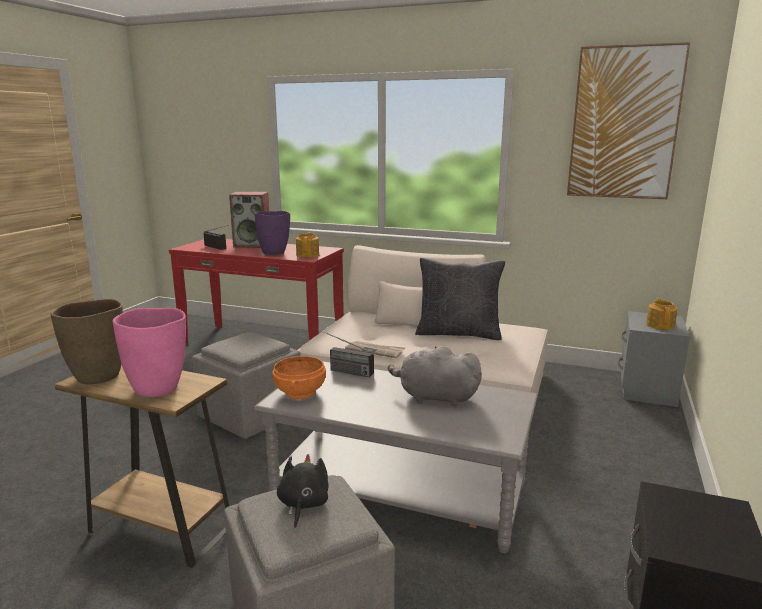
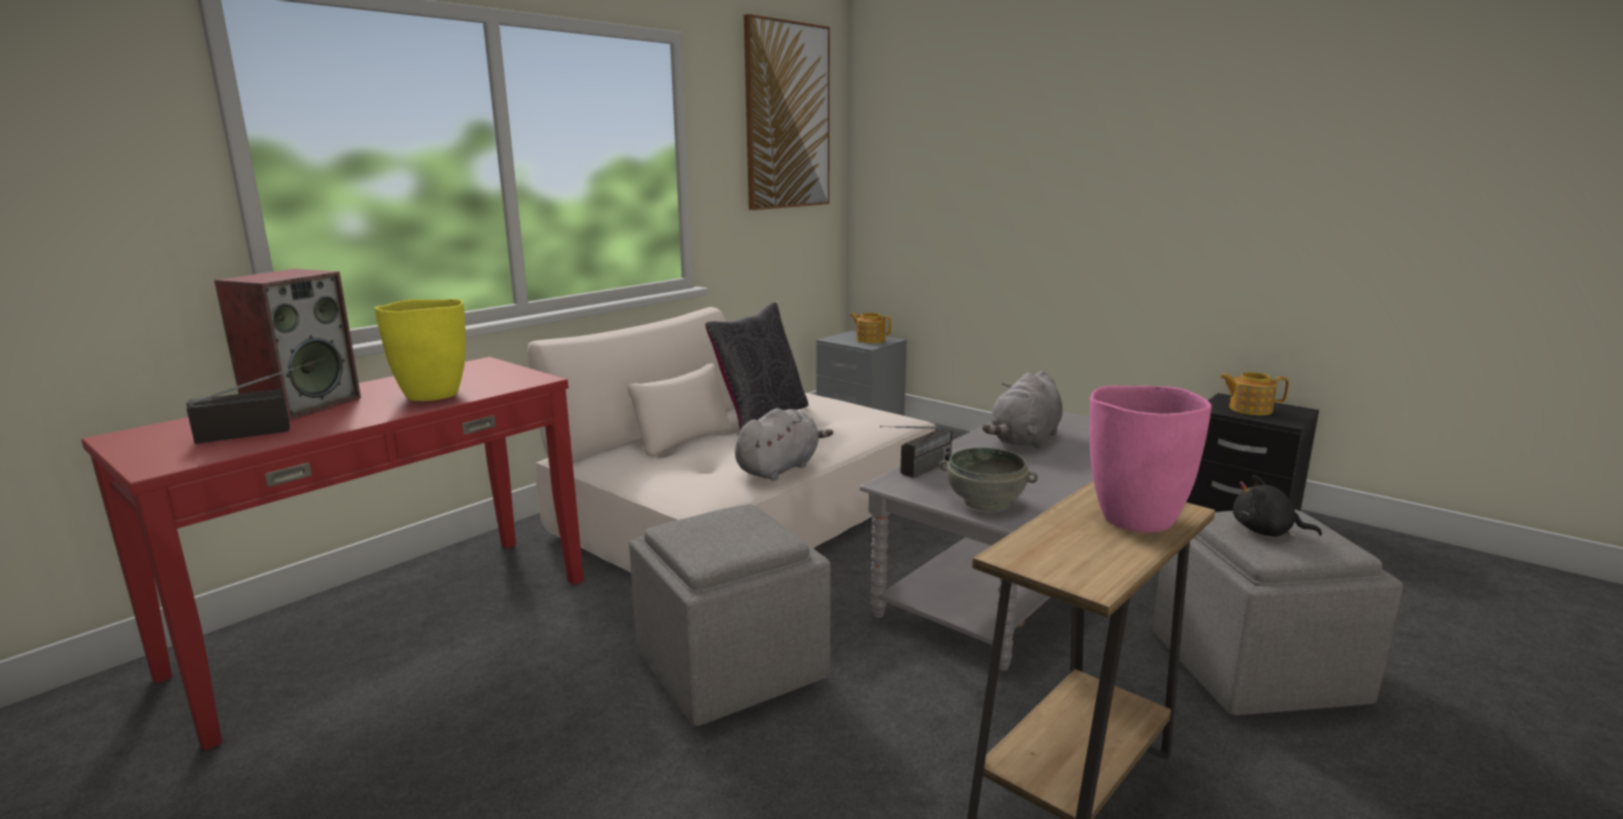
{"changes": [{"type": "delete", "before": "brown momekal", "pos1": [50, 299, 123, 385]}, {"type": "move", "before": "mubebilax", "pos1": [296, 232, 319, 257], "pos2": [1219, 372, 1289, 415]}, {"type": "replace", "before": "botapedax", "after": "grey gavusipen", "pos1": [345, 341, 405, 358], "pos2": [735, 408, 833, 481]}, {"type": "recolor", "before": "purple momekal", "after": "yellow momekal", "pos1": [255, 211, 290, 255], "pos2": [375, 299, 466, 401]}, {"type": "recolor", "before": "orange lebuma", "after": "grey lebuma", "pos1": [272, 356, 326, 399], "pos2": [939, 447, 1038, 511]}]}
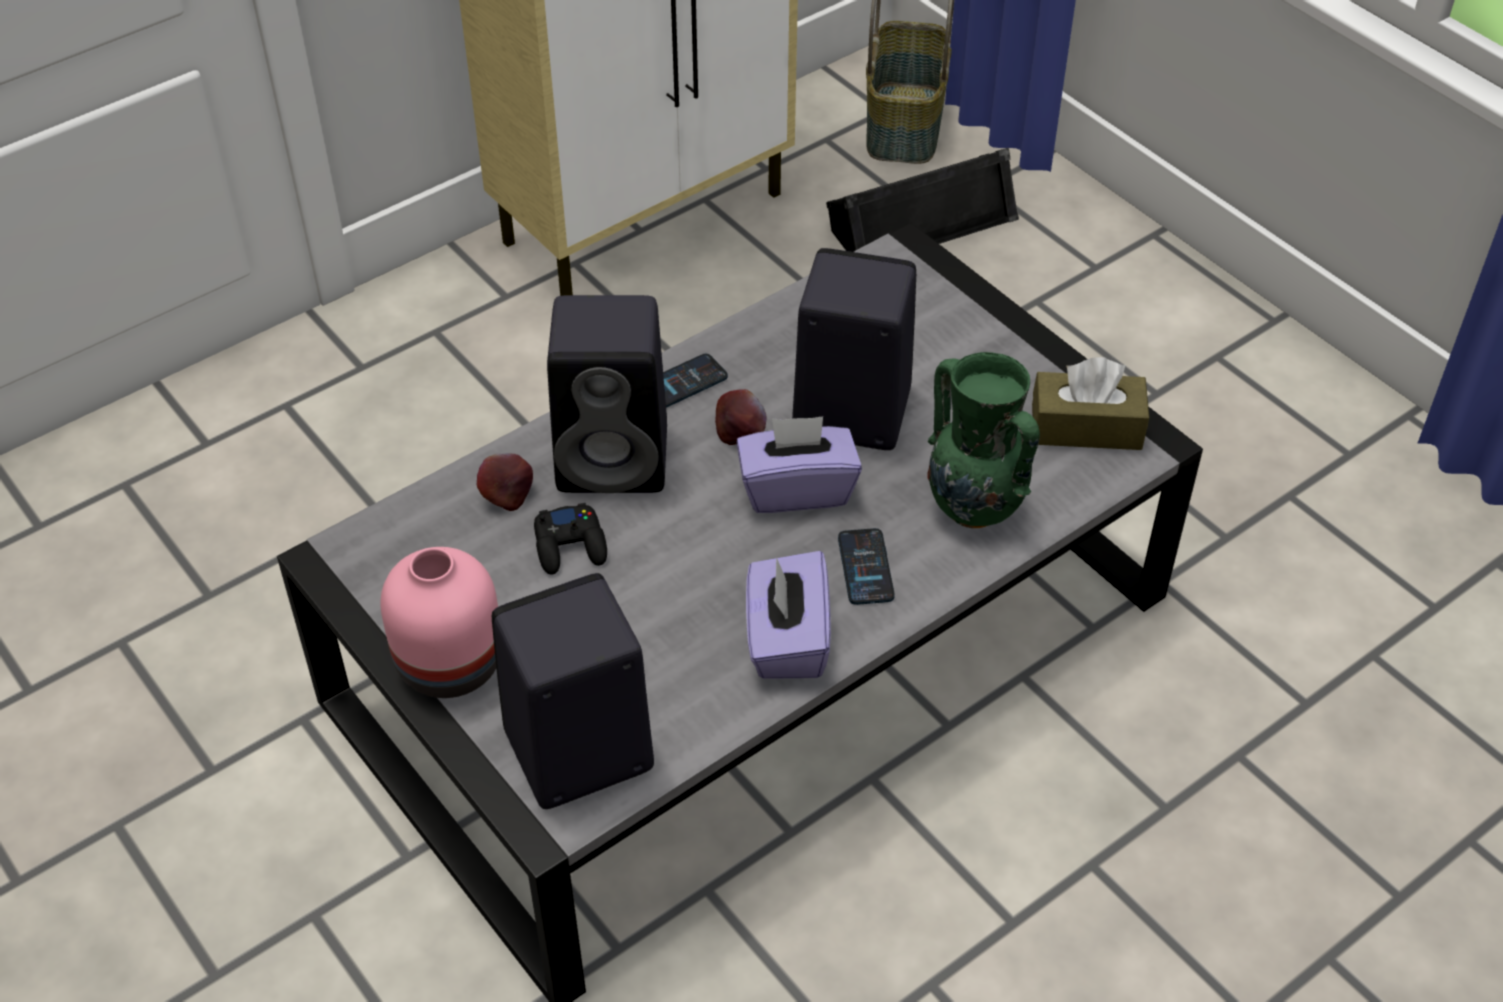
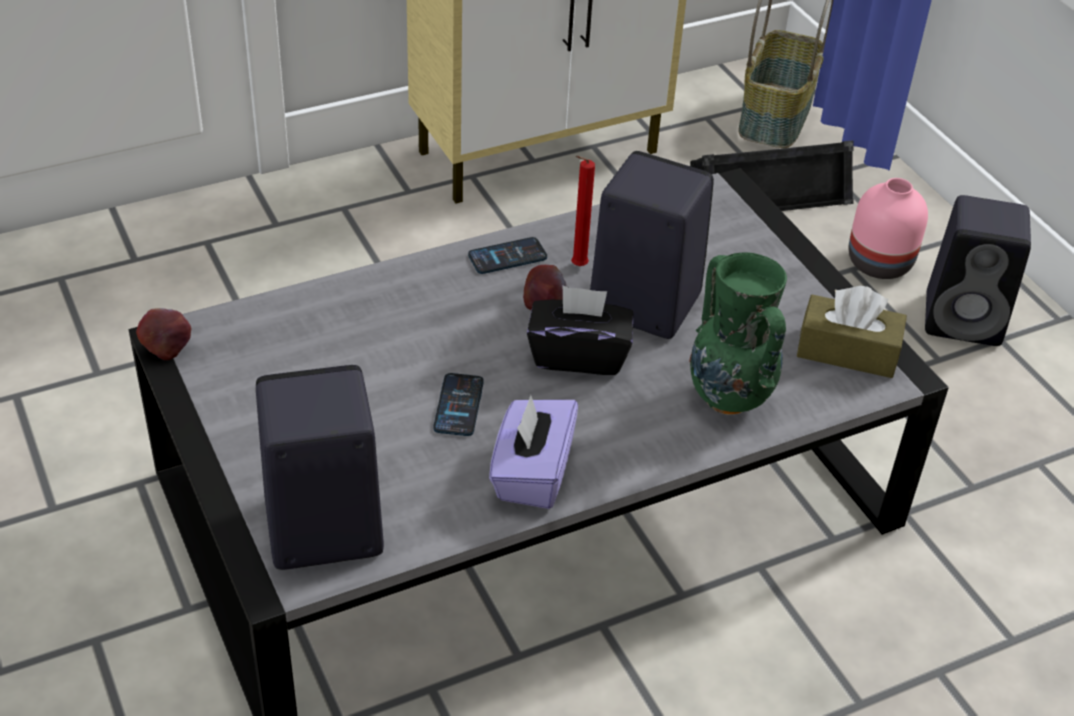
{"changes": [{"type": "delete", "before": "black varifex", "pos1": [534, 503, 607, 575]}, {"type": "insert", "after": "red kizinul", "pos2": [571, 156, 595, 266]}, {"type": "move", "before": "pink momekal", "pos1": [380, 547, 498, 698], "pos2": [849, 178, 928, 279]}, {"type": "move", "before": "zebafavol", "pos1": [477, 453, 533, 511], "pos2": [136, 308, 191, 360]}, {"type": "move", "before": "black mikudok", "pos1": [547, 295, 667, 493], "pos2": [925, 195, 1031, 346]}, {"type": "move", "before": "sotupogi", "pos1": [838, 528, 895, 605], "pos2": [433, 373, 484, 436]}, {"type": "recolor", "before": "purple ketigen", "after": "black ketigen", "pos1": [736, 416, 862, 513], "pos2": [527, 285, 633, 375]}]}
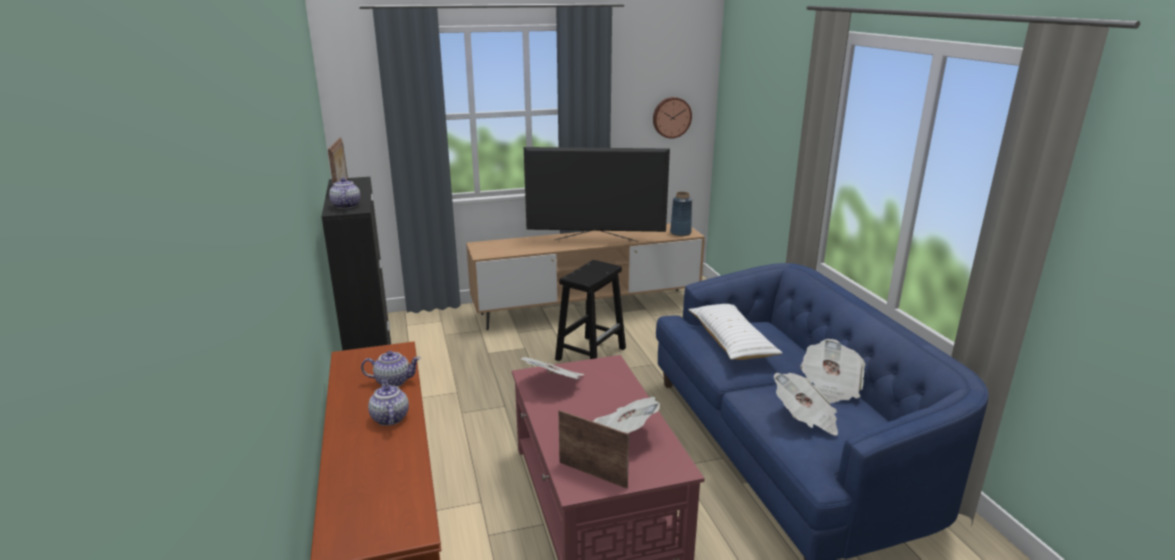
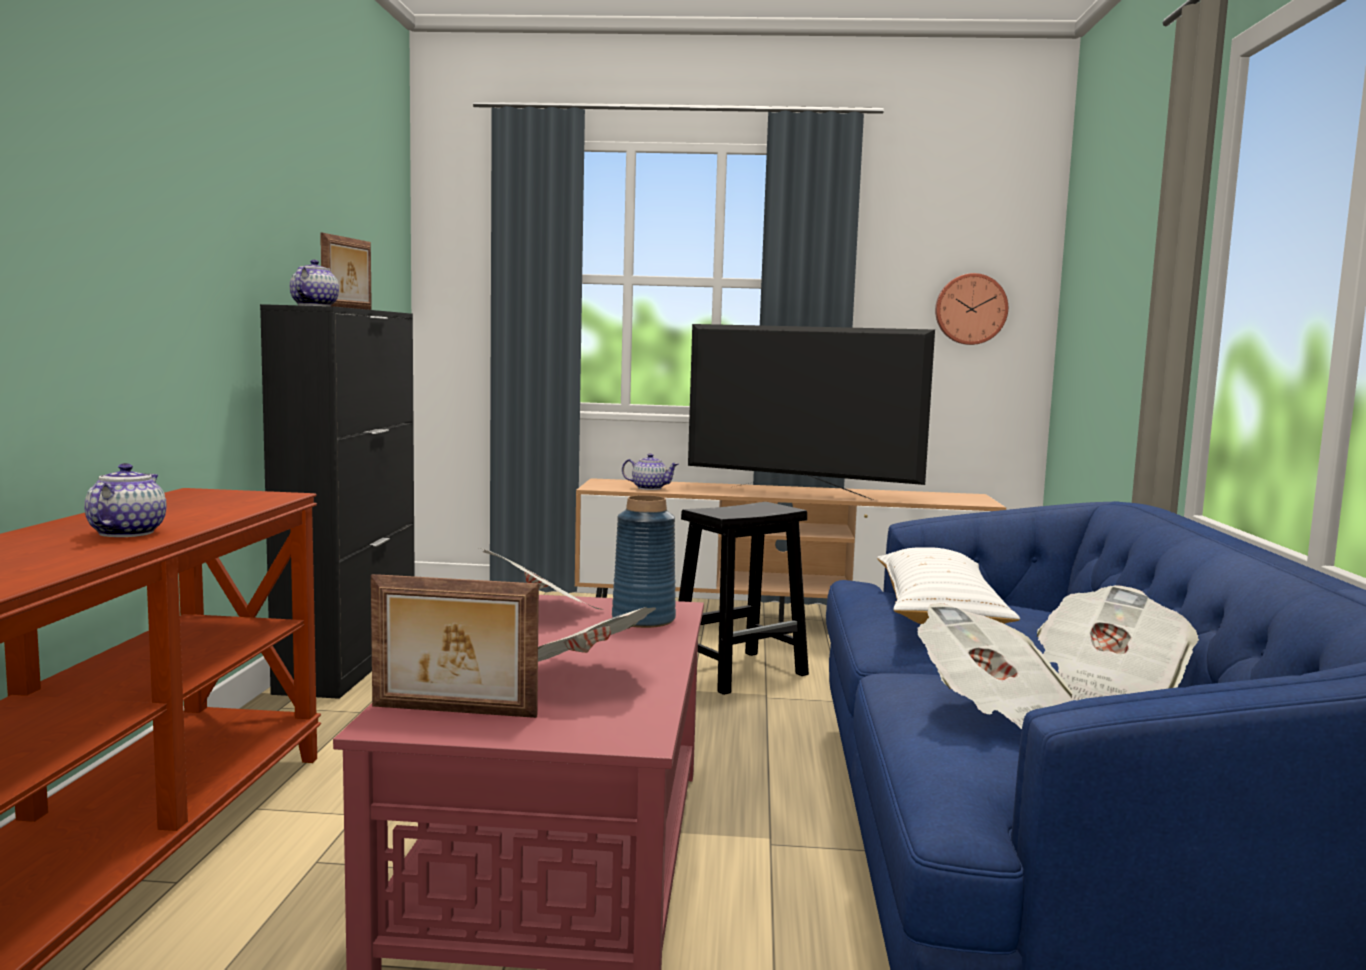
{"changes": [{"type": "move", "before": "mubebilax", "pos1": [361, 351, 421, 387], "pos2": [622, 453, 679, 490]}, {"type": "move", "before": "blue momekal", "pos1": [670, 192, 692, 236], "pos2": [612, 495, 676, 628]}, {"type": "rotate", "before": "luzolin", "pos1": [559, 410, 629, 488], "pos2": [371, 574, 539, 718], "turn": 135}]}
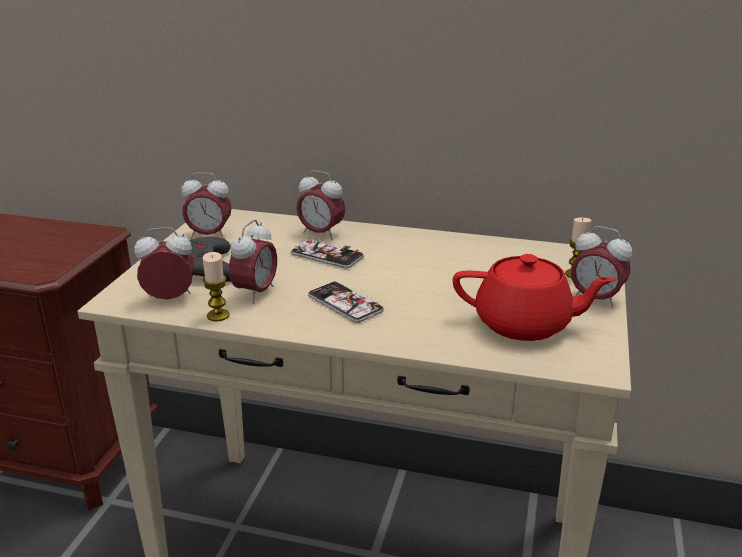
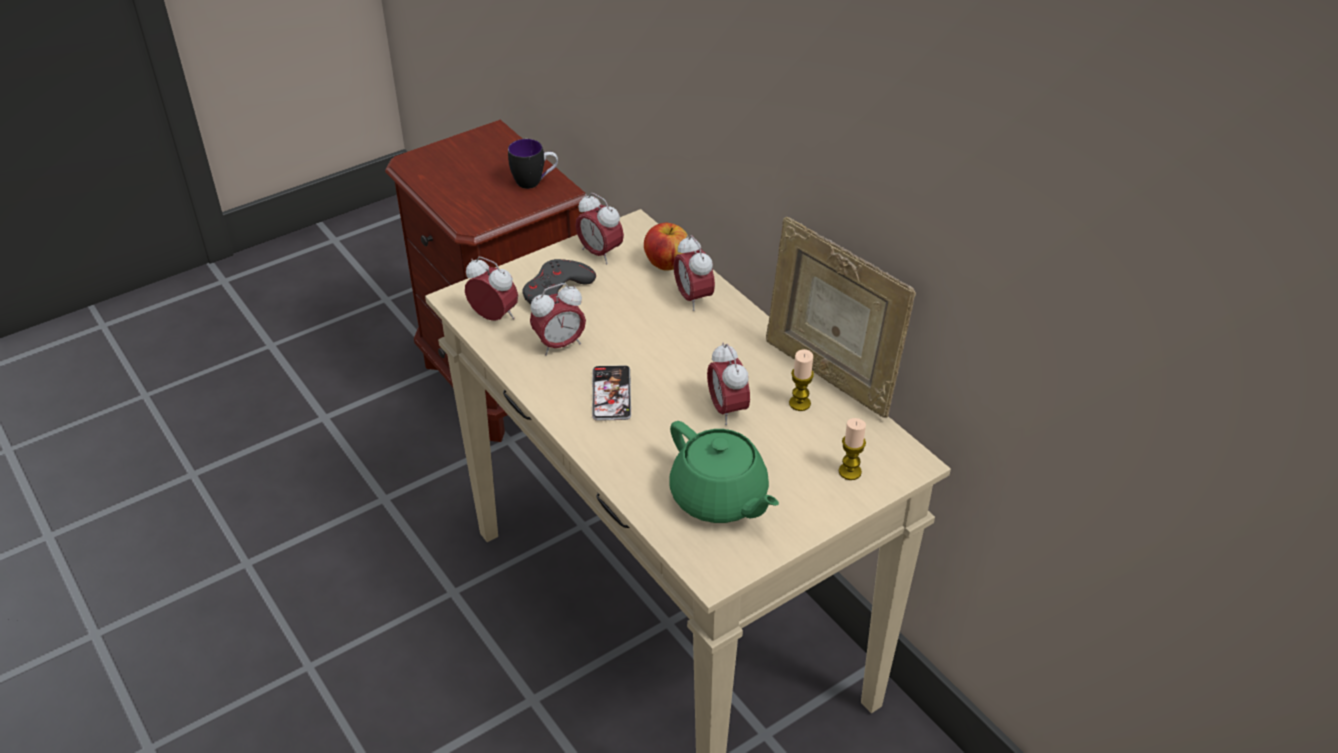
{"changes": [{"type": "delete", "before": "sotupogi", "pos1": [291, 238, 364, 268]}, {"type": "insert", "after": "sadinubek", "pos2": [508, 139, 558, 189]}, {"type": "insert", "after": "zebafavol", "pos2": [644, 223, 689, 270]}, {"type": "insert", "after": "luzolin", "pos2": [766, 216, 916, 418]}, {"type": "move", "before": "kizinul", "pos1": [203, 252, 230, 321], "pos2": [789, 349, 814, 411]}, {"type": "move", "before": "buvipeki", "pos1": [571, 226, 632, 308], "pos2": [707, 342, 750, 425]}, {"type": "recolor", "before": "red mubebilax", "after": "green mubebilax", "pos1": [452, 254, 616, 341], "pos2": [669, 421, 779, 523]}]}
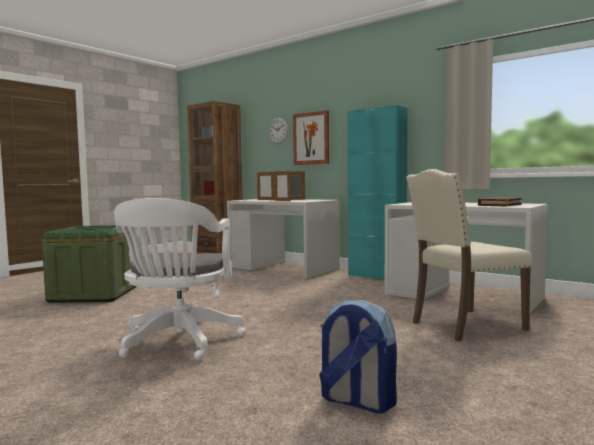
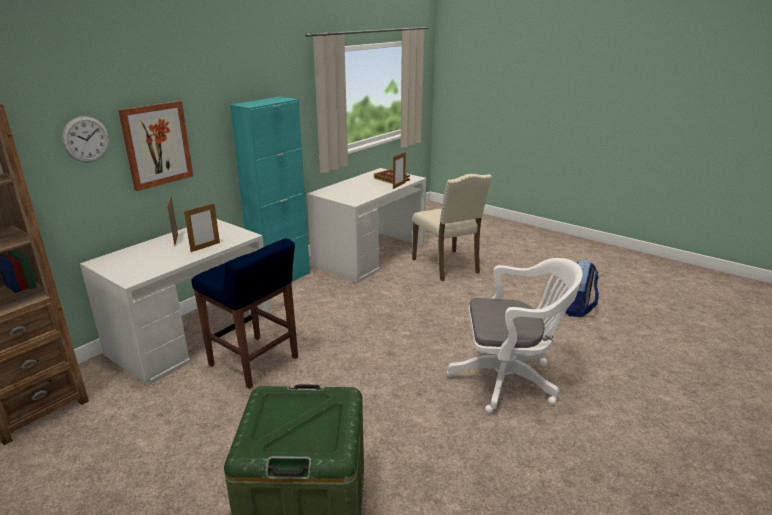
{"changes": [{"type": "insert", "after": "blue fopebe", "pos2": [191, 238, 298, 389]}, {"type": "move", "before": "luzolin", "pos1": [257, 171, 275, 200], "pos2": [393, 152, 406, 189]}]}
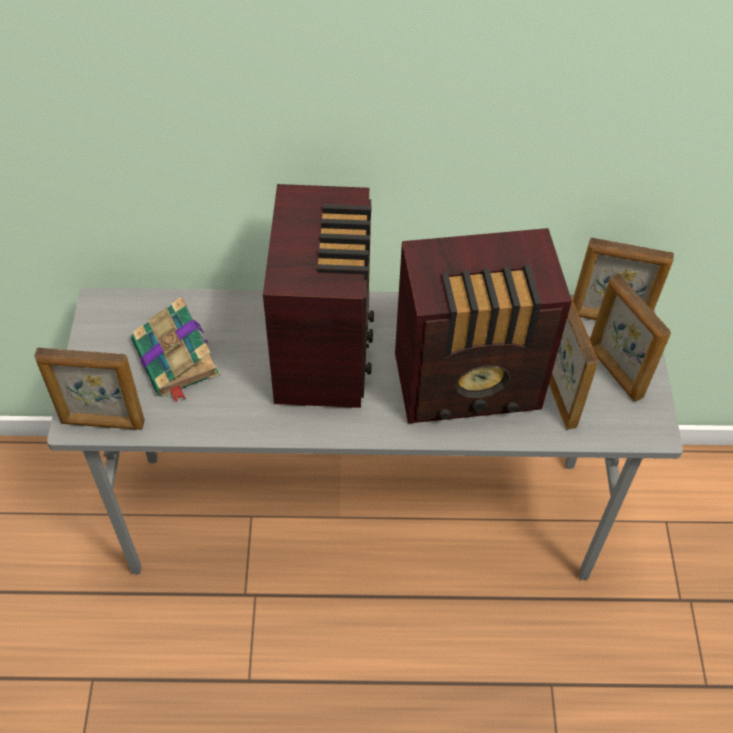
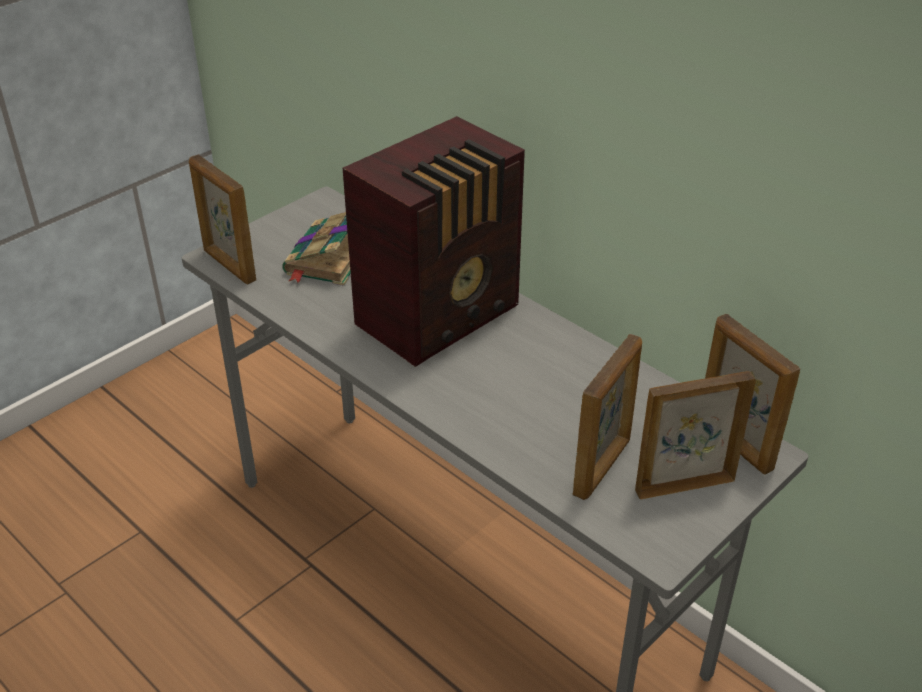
{"changes": [{"type": "delete", "before": "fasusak", "pos1": [395, 228, 572, 423]}, {"type": "rotate", "before": "luzolin", "pos1": [590, 273, 671, 402], "pos2": [635, 371, 756, 499], "turn": 60}]}
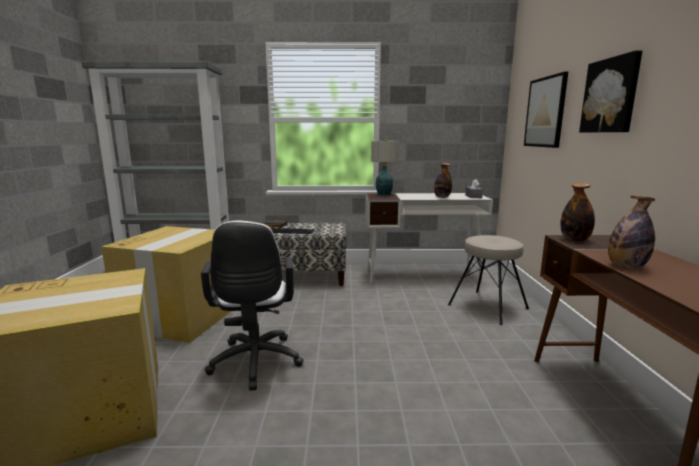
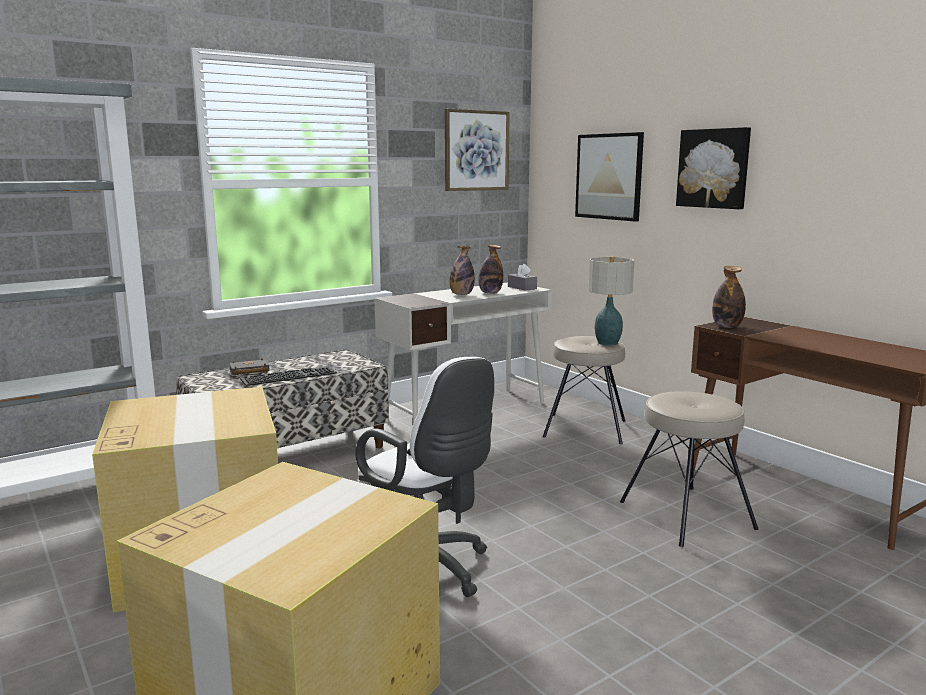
{"changes": [{"type": "insert", "after": "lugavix", "pos2": [445, 109, 510, 191]}, {"type": "insert", "after": "beige fopebe", "pos2": [620, 391, 759, 547]}, {"type": "move", "before": "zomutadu", "pos1": [371, 139, 399, 196], "pos2": [589, 256, 635, 346]}, {"type": "move", "before": "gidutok", "pos1": [608, 196, 655, 268], "pos2": [450, 246, 475, 295]}]}
